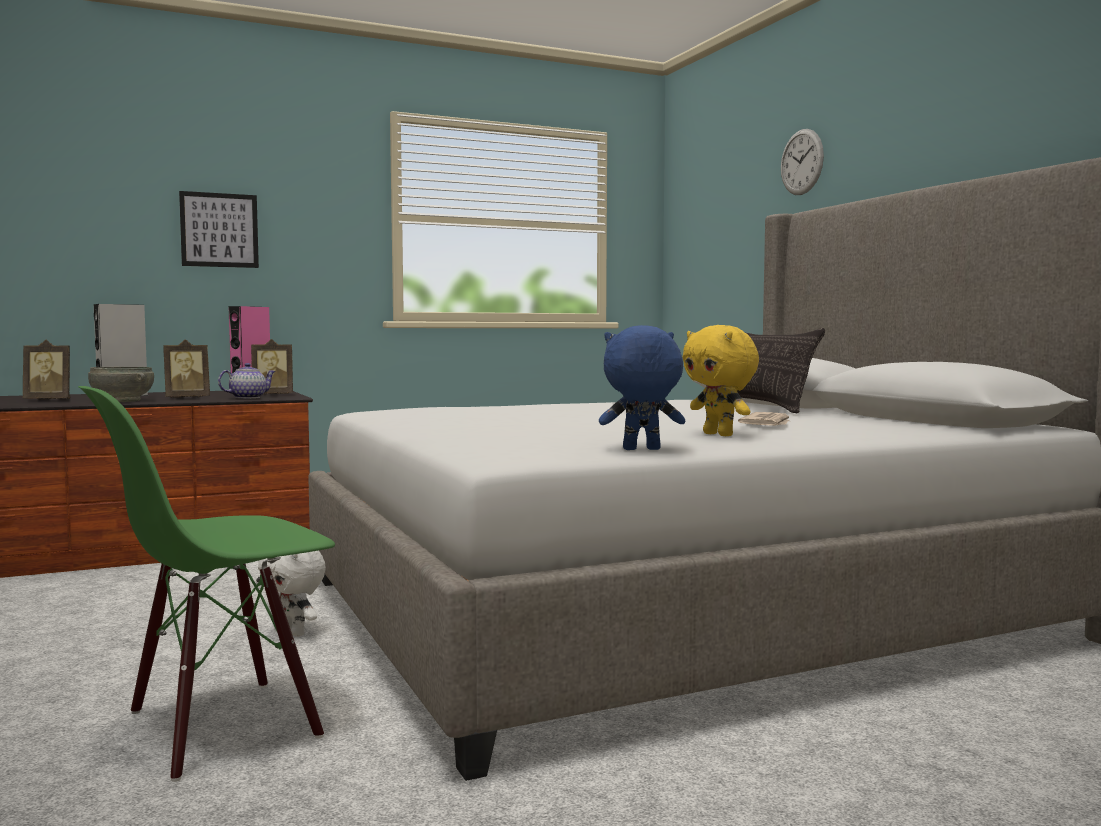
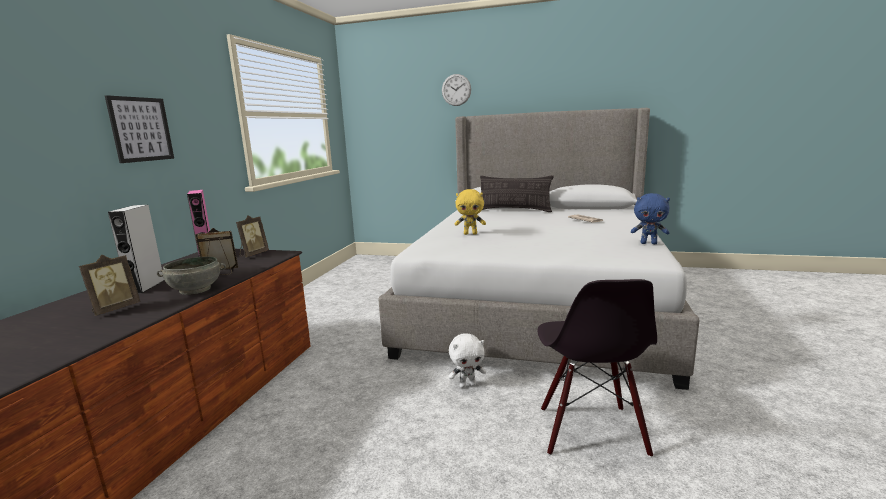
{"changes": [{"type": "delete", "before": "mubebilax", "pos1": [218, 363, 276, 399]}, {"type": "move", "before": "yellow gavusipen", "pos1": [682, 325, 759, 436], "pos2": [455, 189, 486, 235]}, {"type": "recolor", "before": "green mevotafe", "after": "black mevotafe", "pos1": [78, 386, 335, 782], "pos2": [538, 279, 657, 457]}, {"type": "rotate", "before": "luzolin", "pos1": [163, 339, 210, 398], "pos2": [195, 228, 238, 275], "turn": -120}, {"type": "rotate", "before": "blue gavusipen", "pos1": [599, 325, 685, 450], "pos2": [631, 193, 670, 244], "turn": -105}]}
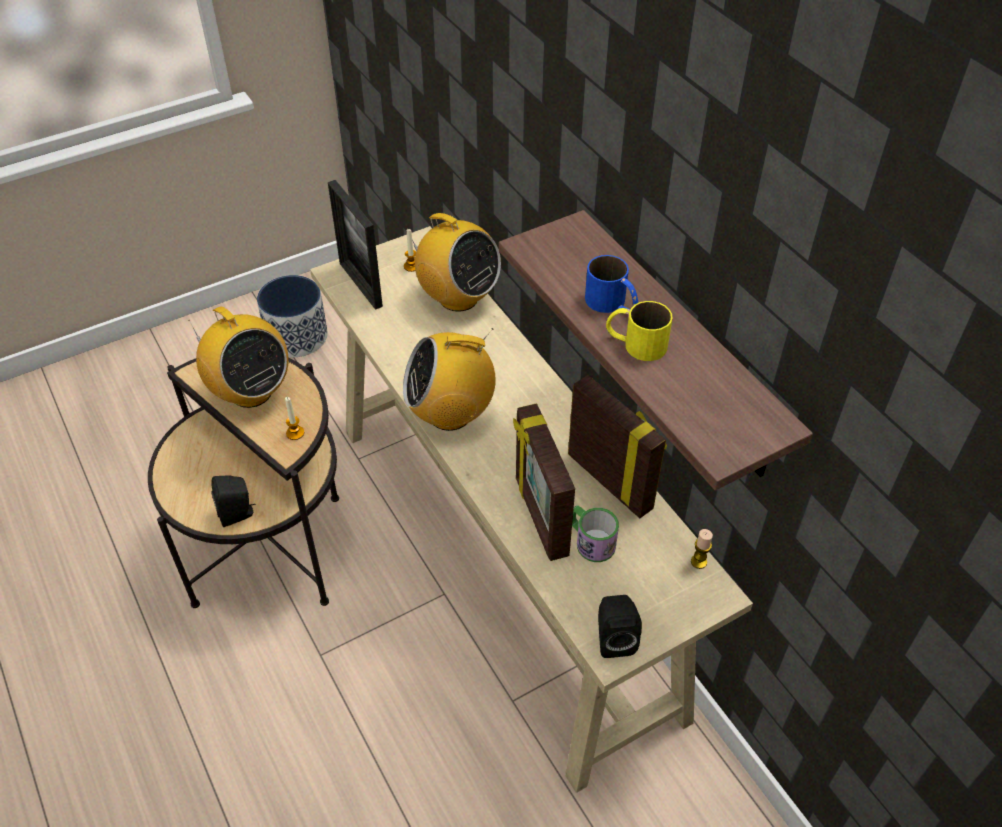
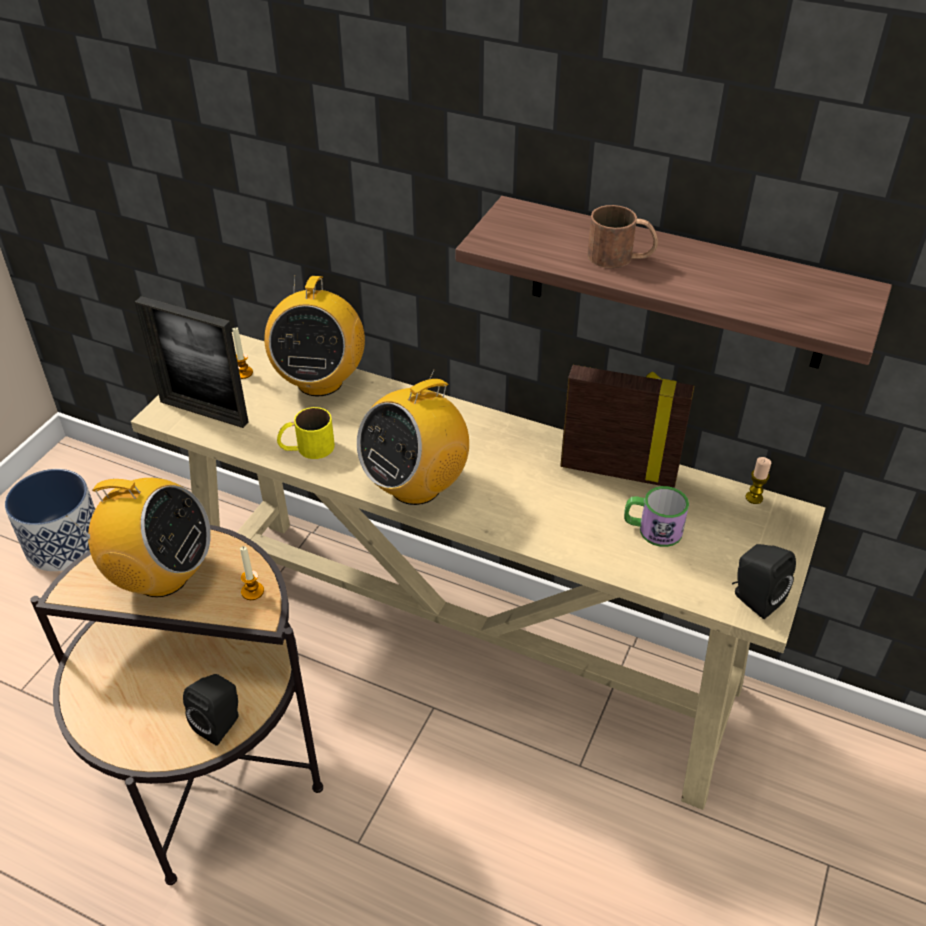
{"changes": [{"type": "delete", "before": "luzolin", "pos1": [513, 403, 575, 561]}, {"type": "move", "before": "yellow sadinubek", "pos1": [606, 301, 673, 361], "pos2": [277, 407, 335, 459]}, {"type": "recolor", "before": "blue sadinubek", "after": "brown sadinubek", "pos1": [585, 255, 638, 313], "pos2": [587, 205, 658, 268]}, {"type": "rotate", "before": "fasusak", "pos1": [406, 213, 501, 312], "pos2": [264, 275, 365, 397], "turn": 90}]}
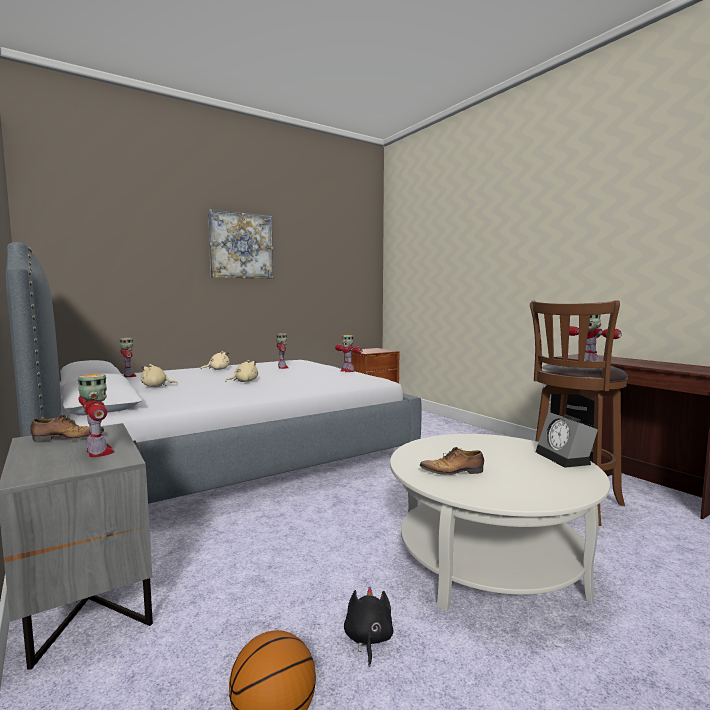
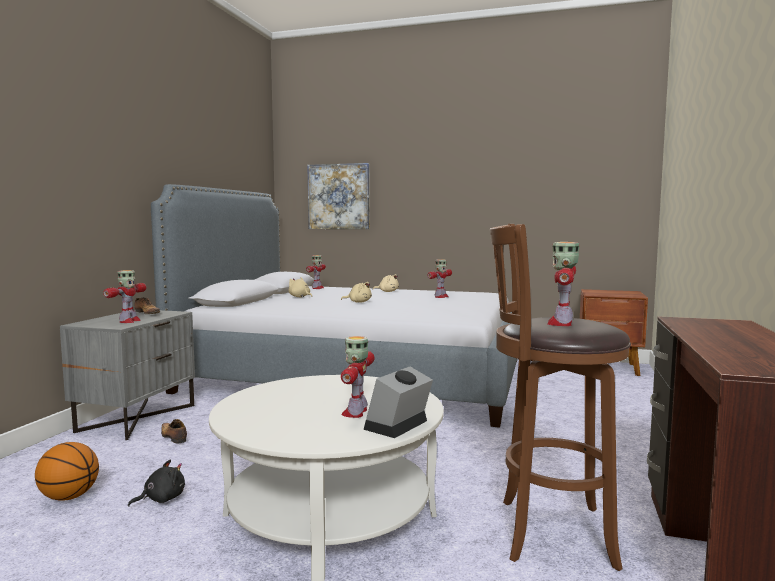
{"changes": [{"type": "move", "before": "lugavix", "pos1": [208, 209, 273, 279], "pos2": [307, 163, 370, 229]}, {"type": "move", "before": "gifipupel", "pos1": [335, 335, 362, 372], "pos2": [341, 336, 375, 418]}, {"type": "move", "before": "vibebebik", "pos1": [420, 447, 484, 475], "pos2": [161, 419, 187, 444]}]}
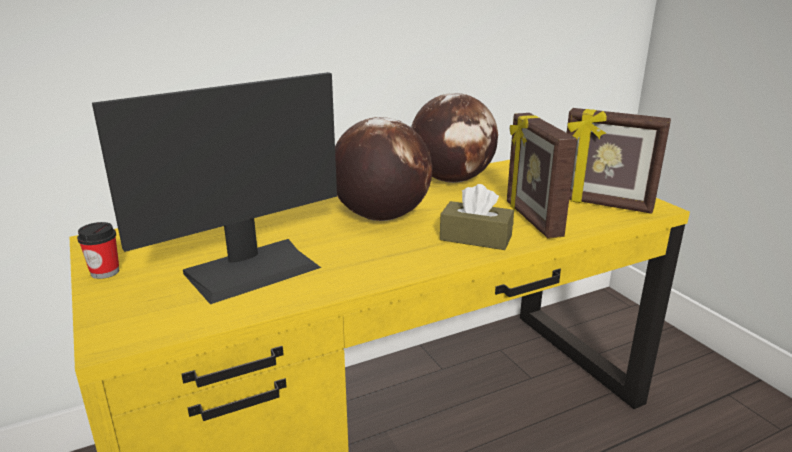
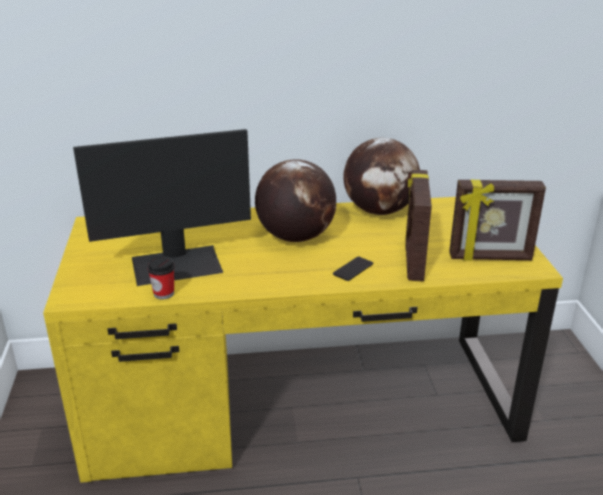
{"changes": [{"type": "move", "before": "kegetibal", "pos1": [77, 222, 119, 279], "pos2": [147, 256, 175, 299]}, {"type": "replace", "before": "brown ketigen", "after": "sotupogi", "pos1": [440, 184, 514, 250], "pos2": [333, 256, 373, 281]}, {"type": "rotate", "before": "luzolin", "pos1": [567, 108, 671, 214], "pos2": [449, 180, 546, 261], "turn": -45}]}
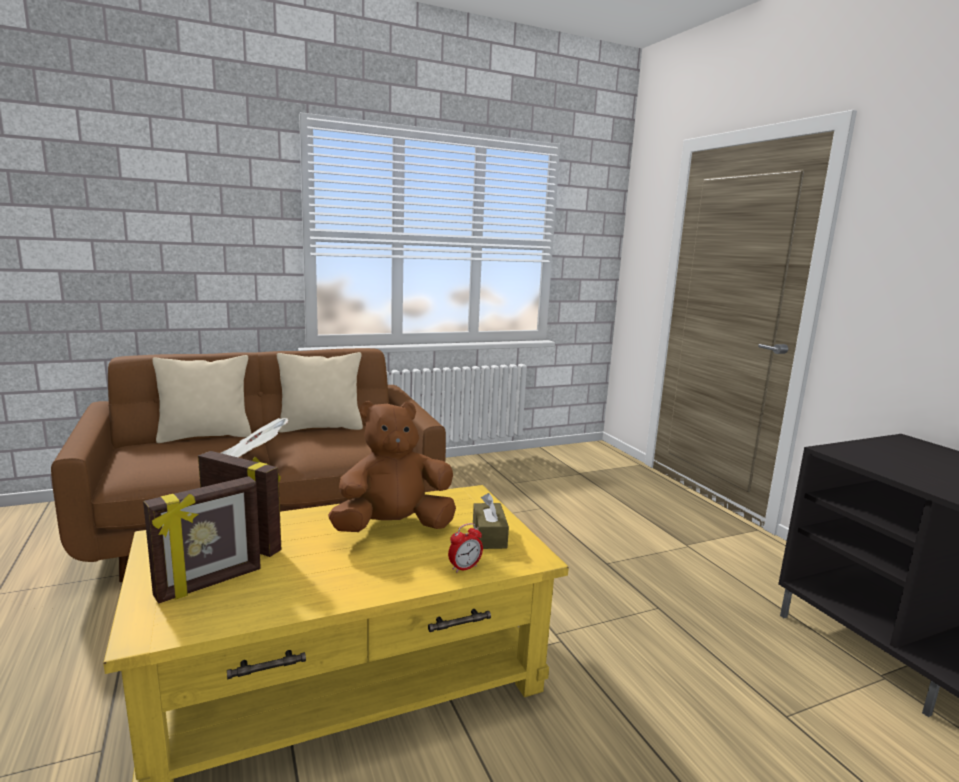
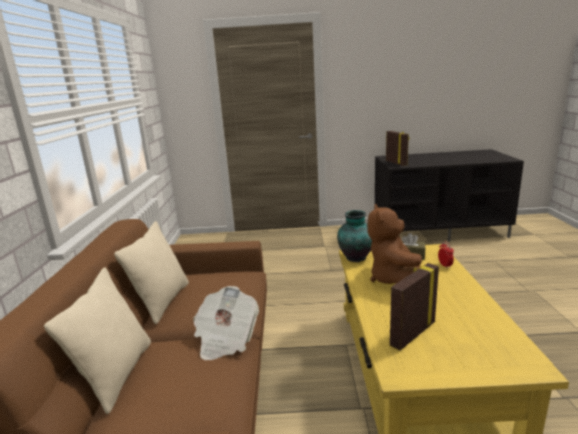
{"changes": [{"type": "insert", "after": "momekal", "pos2": [337, 210, 372, 262]}, {"type": "move", "before": "luzolin", "pos1": [143, 476, 261, 604], "pos2": [386, 131, 409, 166]}]}
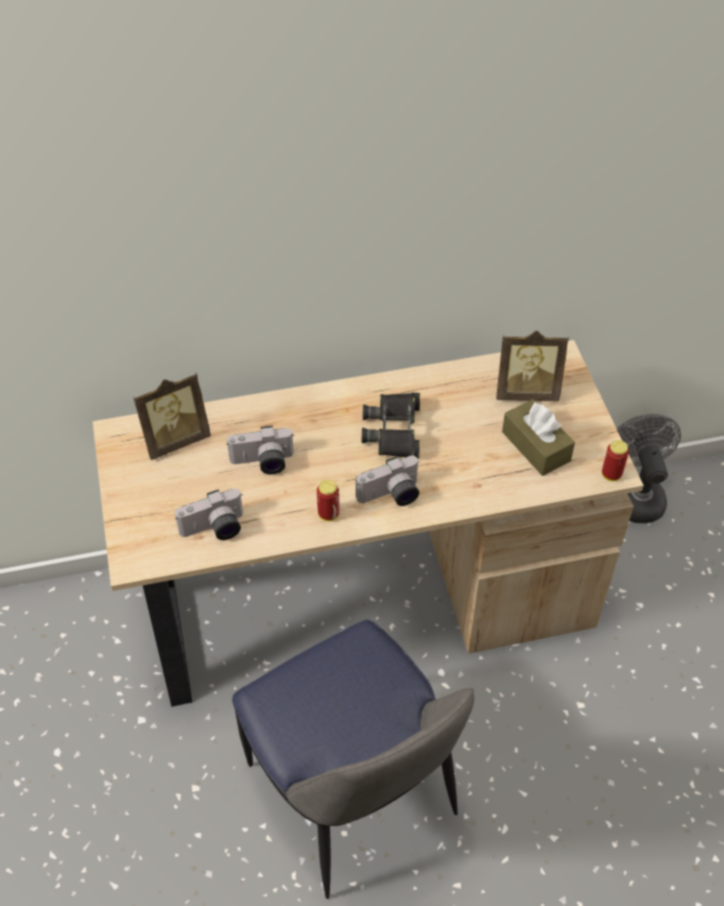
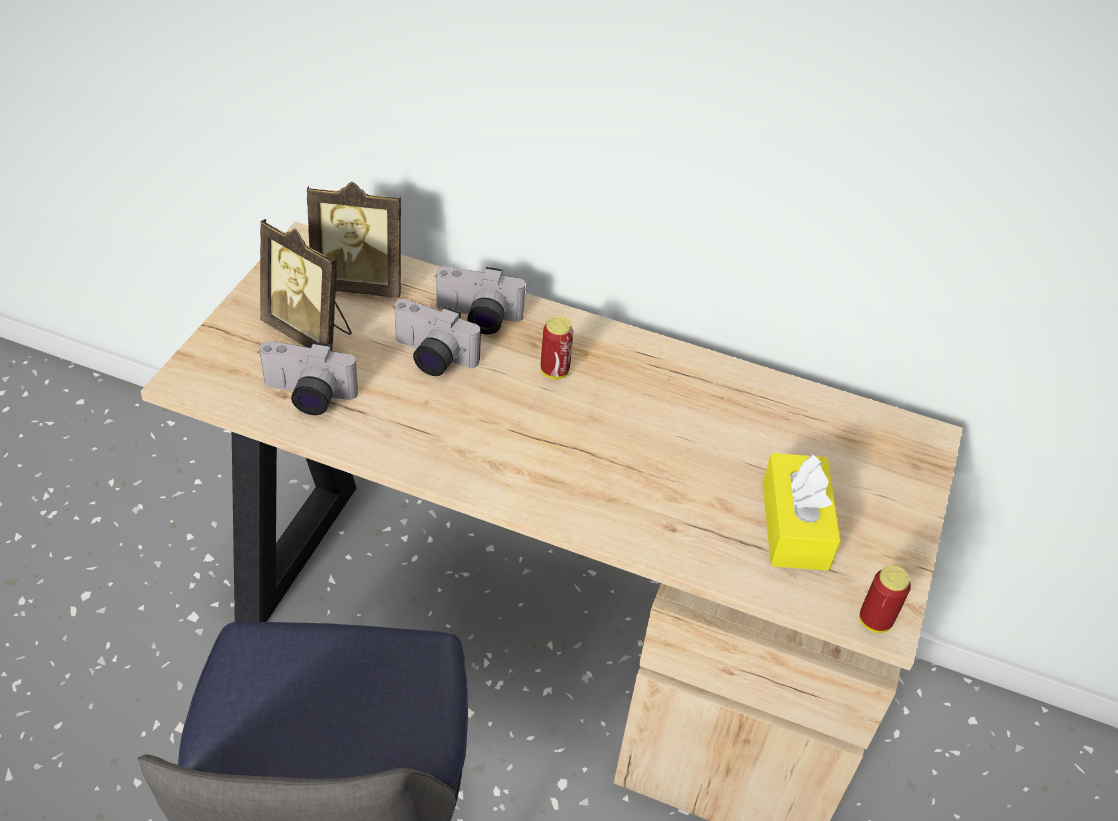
{"changes": [{"type": "delete", "before": "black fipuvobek", "pos1": [362, 393, 420, 458]}, {"type": "delete", "before": "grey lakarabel", "pos1": [617, 414, 681, 523]}, {"type": "move", "before": "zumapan", "pos1": [317, 480, 339, 521], "pos2": [541, 316, 574, 379]}, {"type": "move", "before": "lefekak", "pos1": [356, 456, 420, 506], "pos2": [434, 267, 527, 335]}, {"type": "move", "before": "luzolin", "pos1": [496, 331, 569, 401], "pos2": [260, 219, 352, 348]}, {"type": "recolor", "before": "brown ketigen", "after": "yellow ketigen", "pos1": [502, 399, 575, 476], "pos2": [762, 453, 841, 571]}]}
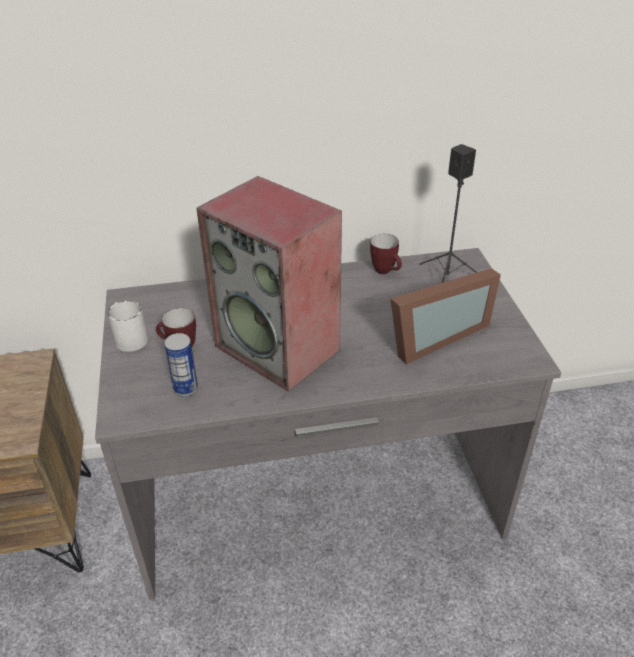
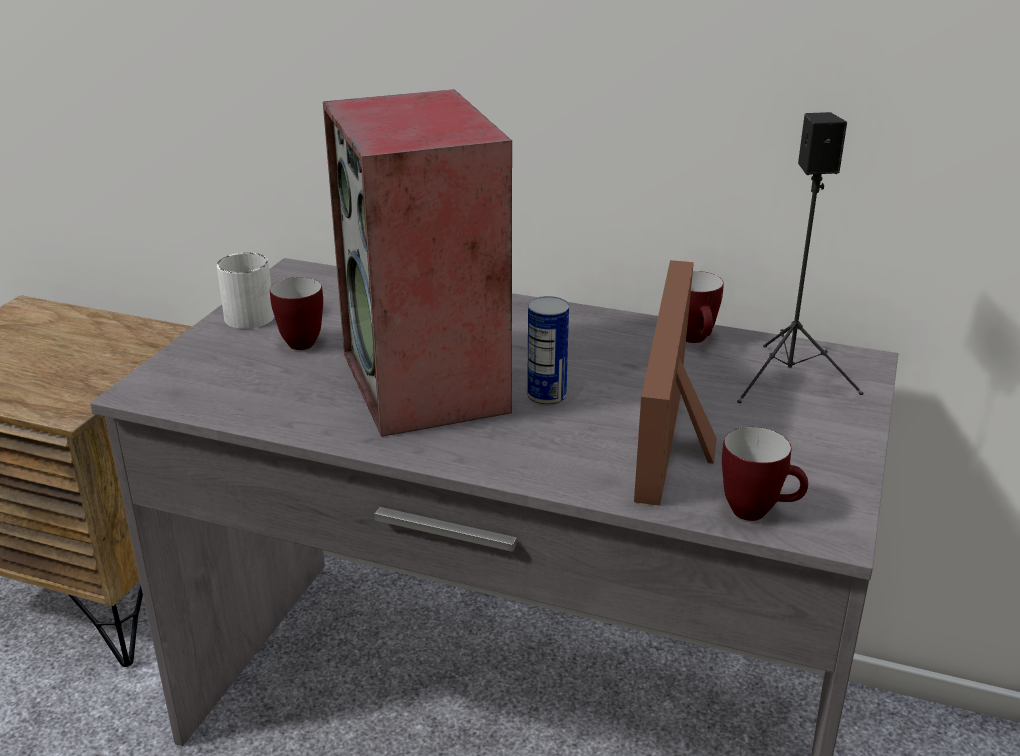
{"changes": [{"type": "insert", "after": "sadinubek", "pos2": [722, 427, 808, 521]}, {"type": "move", "before": "zumapan", "pos1": [164, 333, 198, 397], "pos2": [527, 296, 569, 406]}, {"type": "rotate", "before": "luzolin", "pos1": [390, 268, 501, 364], "pos2": [634, 260, 717, 506], "turn": 105}]}
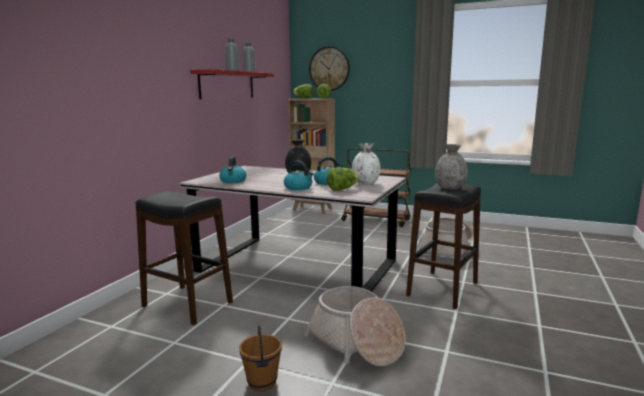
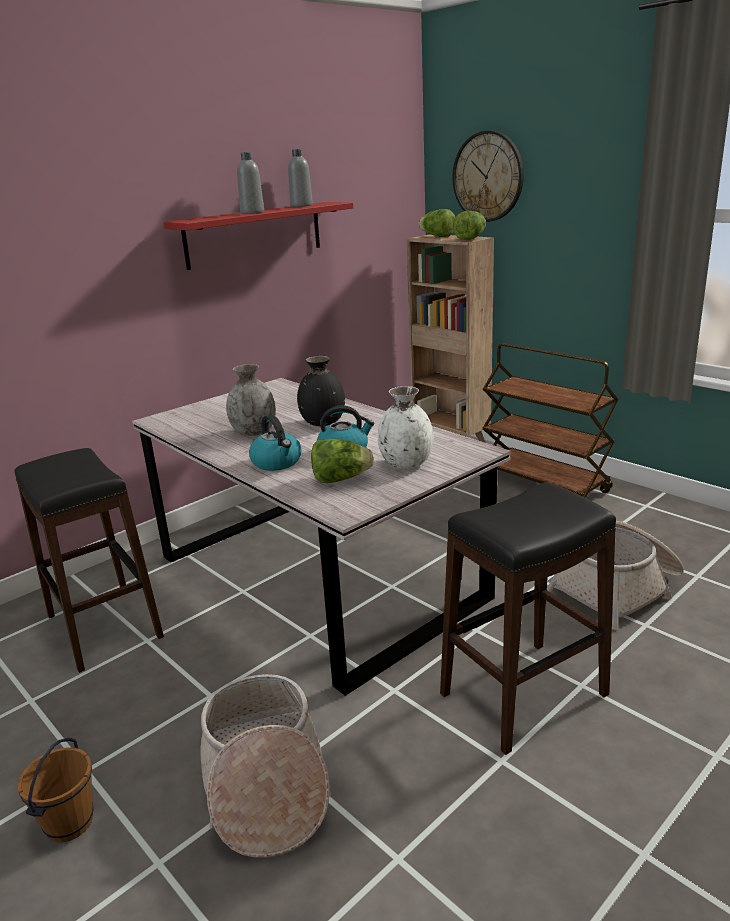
{"changes": [{"type": "delete", "before": "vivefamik", "pos1": [219, 156, 246, 183]}, {"type": "move", "before": "grey momekal", "pos1": [435, 144, 468, 189], "pos2": [226, 364, 276, 436]}]}
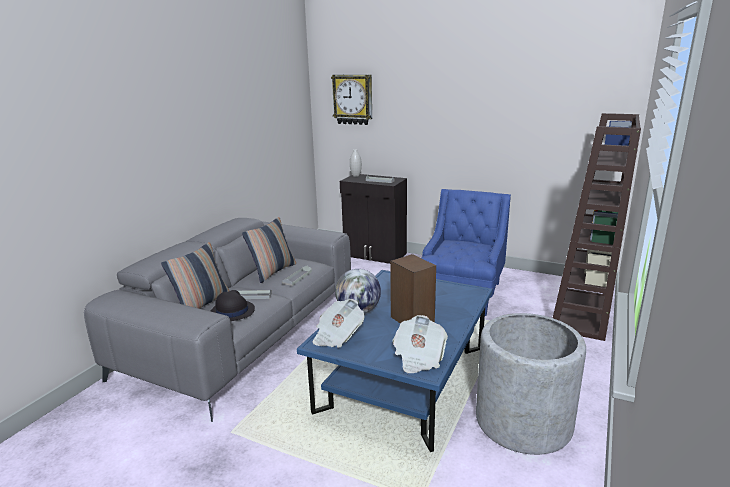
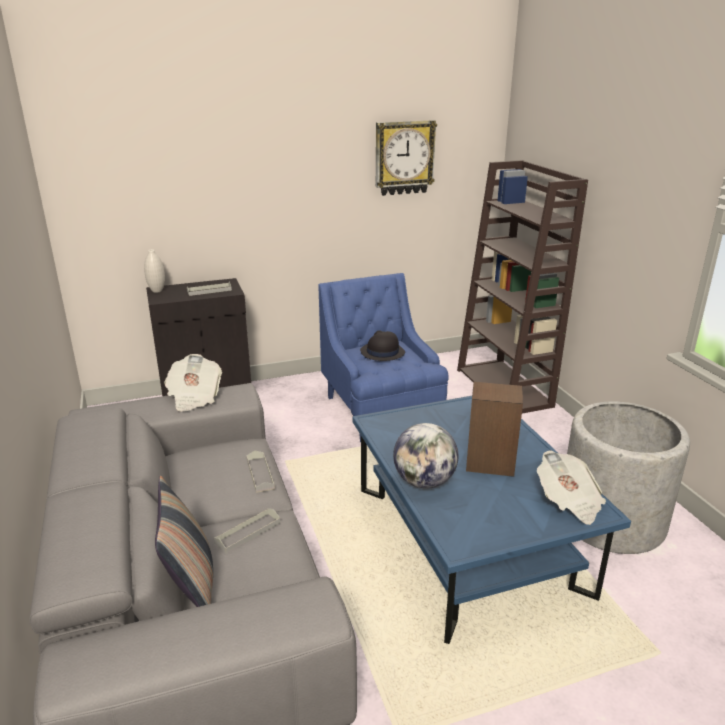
{"changes": [{"type": "delete", "before": "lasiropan", "pos1": [242, 217, 296, 283]}, {"type": "move", "before": "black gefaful", "pos1": [211, 290, 255, 321], "pos2": [360, 330, 405, 361]}, {"type": "move", "before": "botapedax", "pos1": [313, 299, 365, 348], "pos2": [164, 354, 222, 412]}, {"type": "move", "before": "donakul", "pos1": [331, 75, 372, 125], "pos2": [376, 120, 437, 196]}]}
